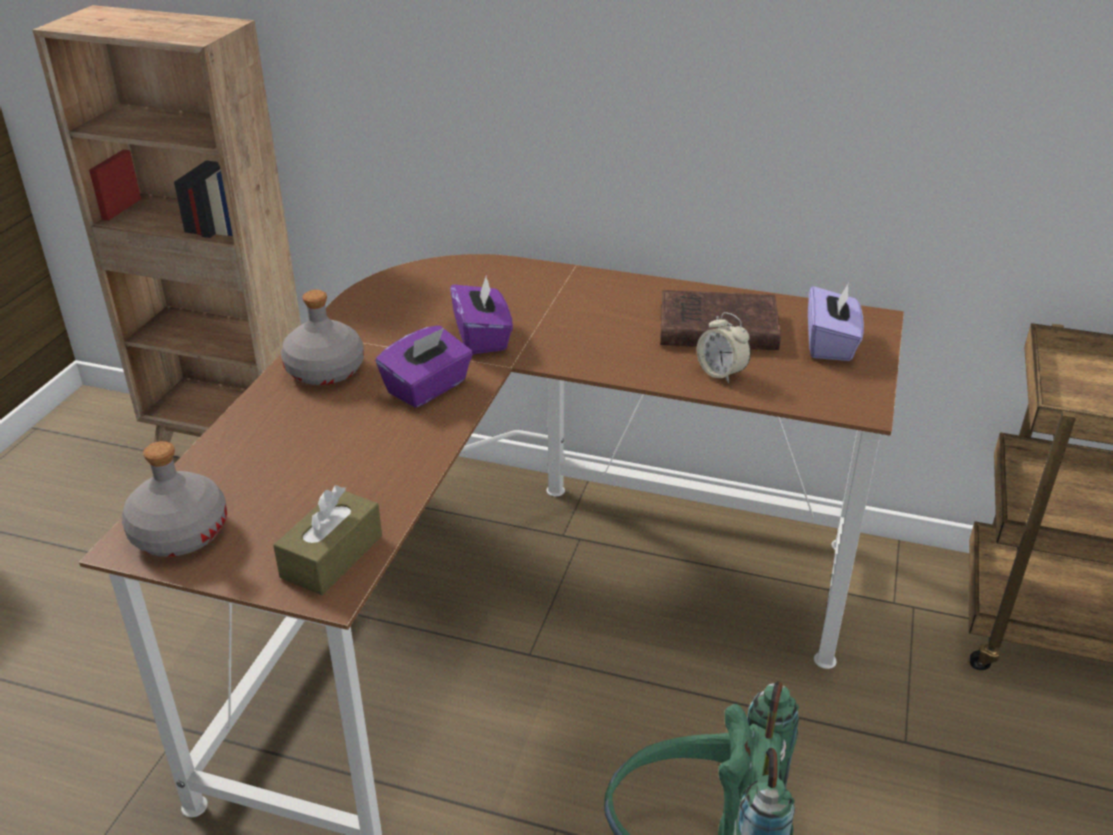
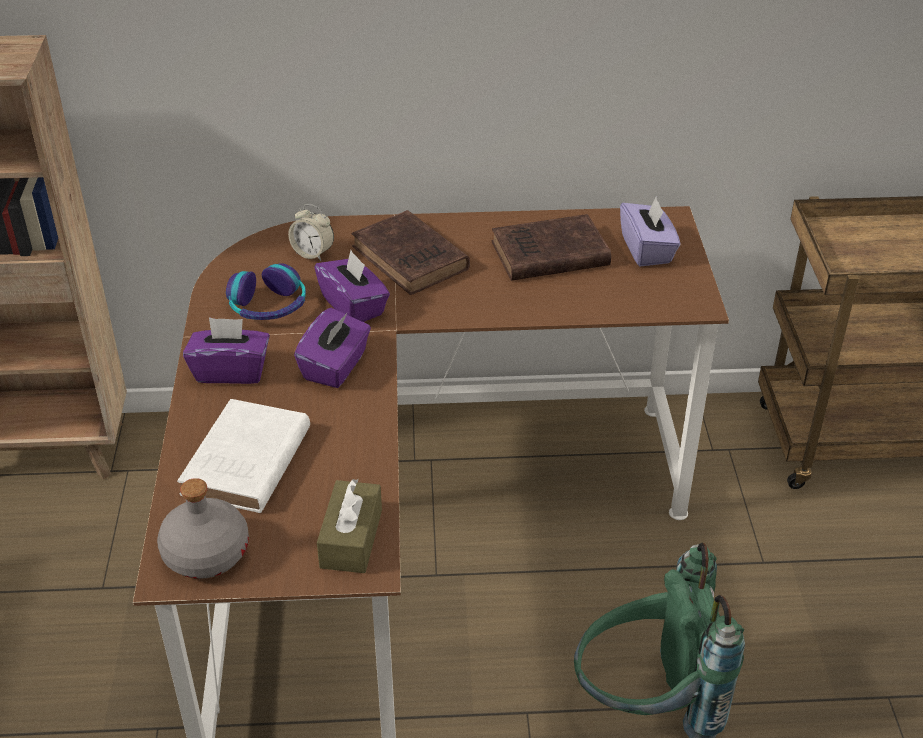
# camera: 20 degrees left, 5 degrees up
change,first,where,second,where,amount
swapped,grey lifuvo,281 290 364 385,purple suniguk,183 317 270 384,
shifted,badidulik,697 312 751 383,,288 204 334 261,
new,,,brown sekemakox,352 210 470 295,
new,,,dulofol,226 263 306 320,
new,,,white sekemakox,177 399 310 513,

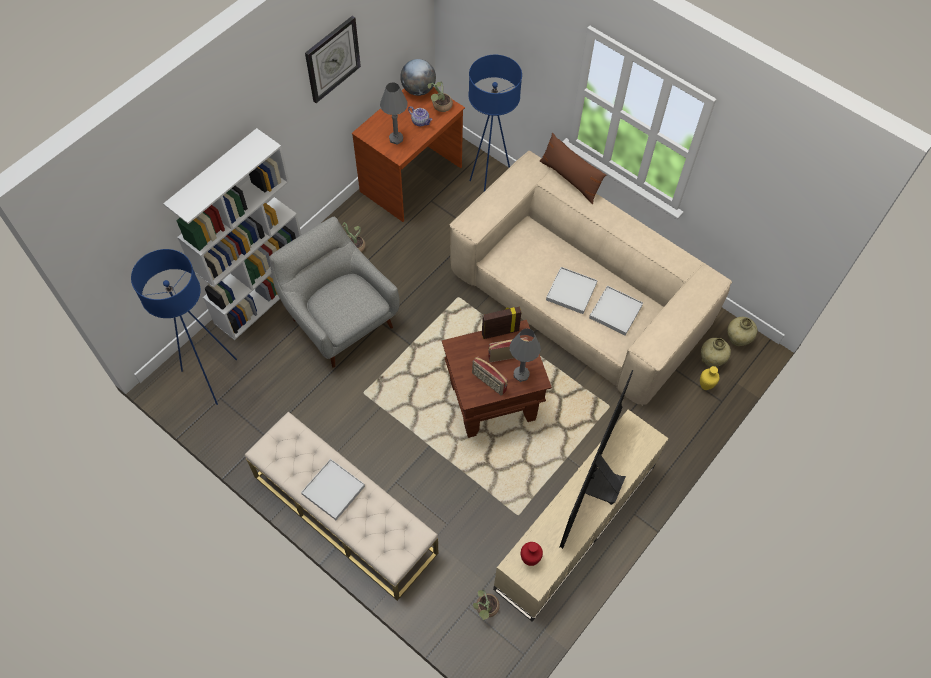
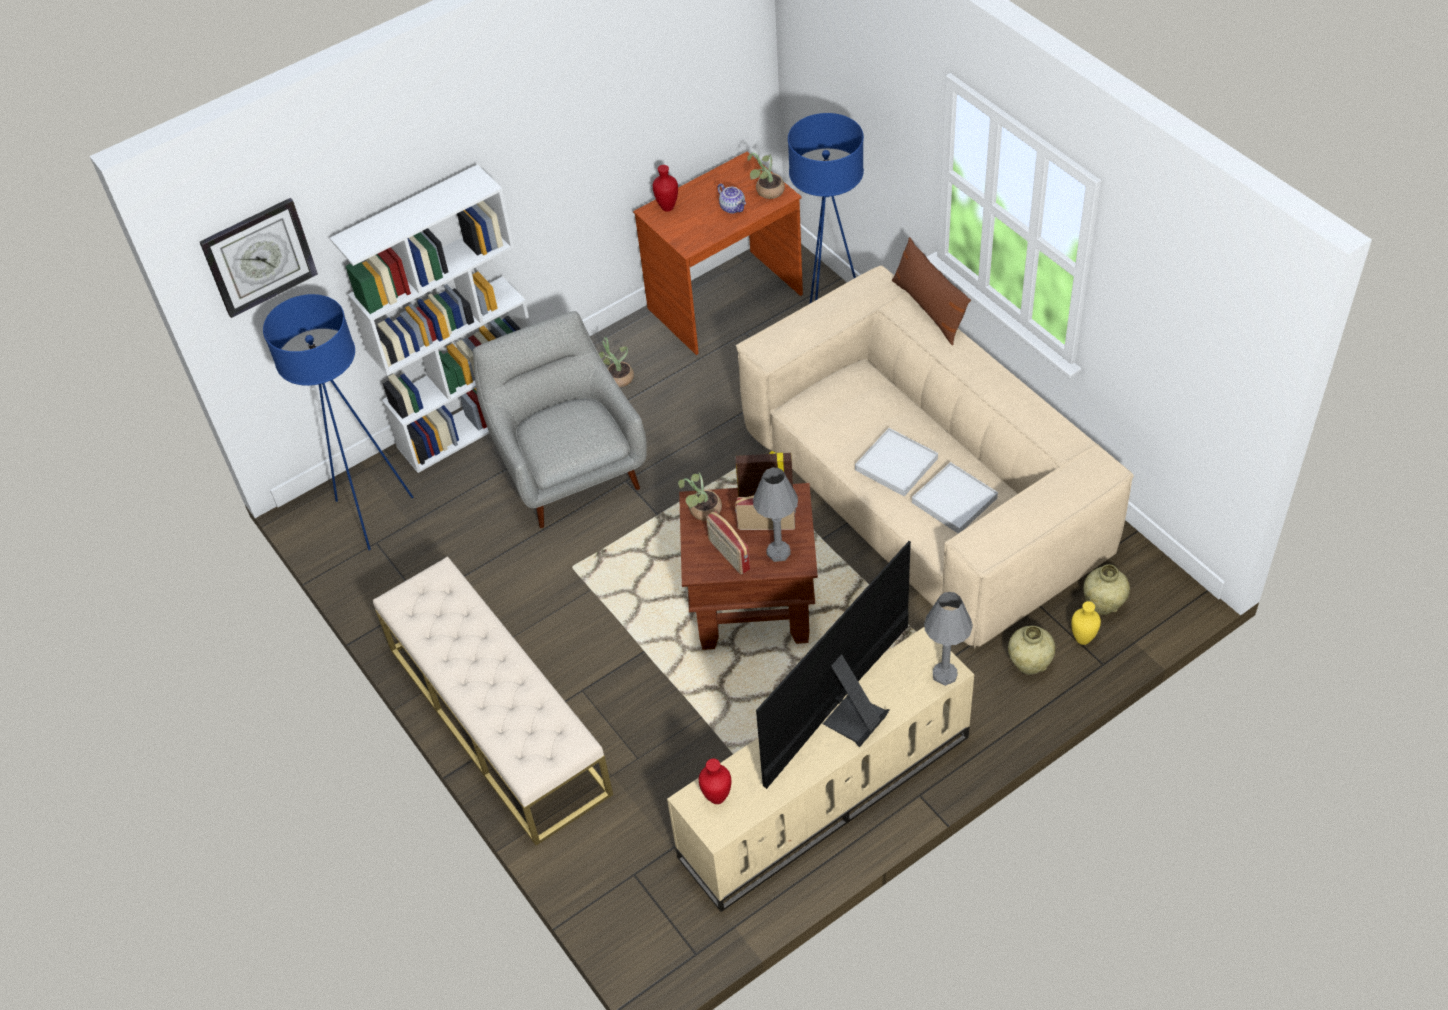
# camera: 20 degrees right, 10 degrees down
change,first,where,second,where,amount
shifted,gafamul,305 16 361 103,,200 198 318 318,
gone,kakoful,400 59 436 96,,,
shifted,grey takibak,380 82 408 145,,924 592 973 686,
shifted,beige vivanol,727 317 757 346,,1008 626 1055 675,
gone,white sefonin,301 459 365 520,,,
shifted,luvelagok,473 590 500 621,,678 472 722 521,
new,,,red vivanol,653 165 678 212,

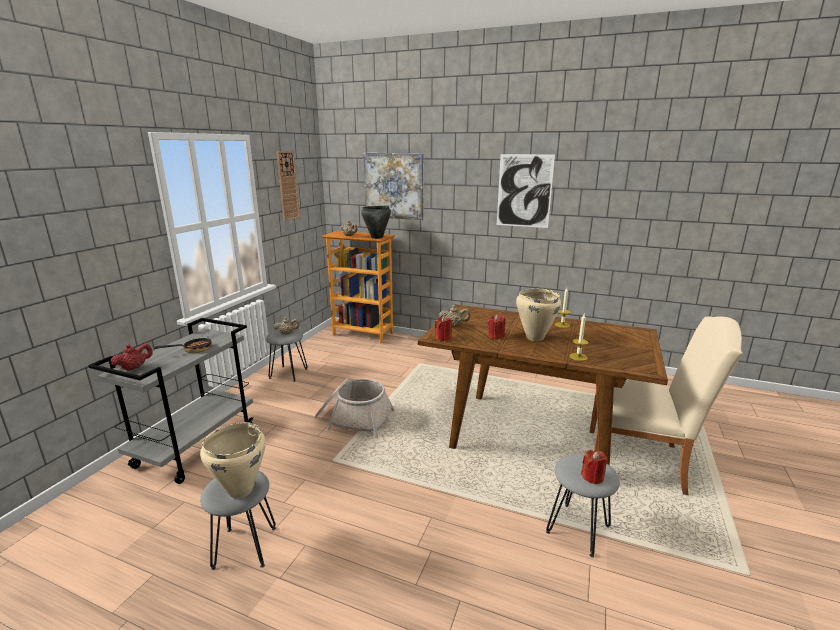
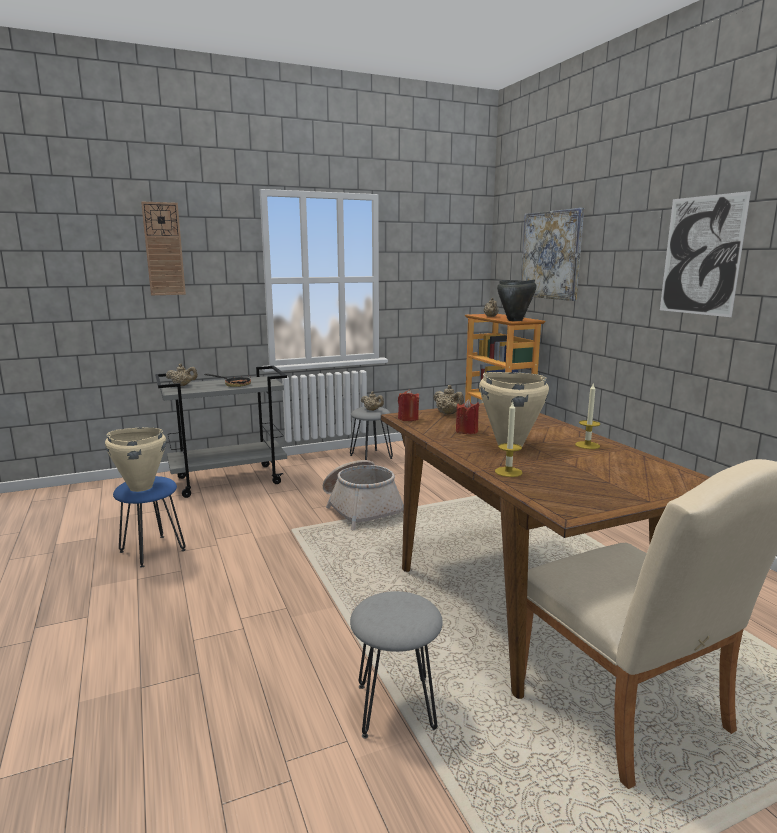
# camera: 45 degrees right, 5 degrees down
change,first,where,second,where,amount
shifted,gafamul,276 151 300 221,,141 201 186 295,
repainted,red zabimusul,110 343 153 371,beige zabimusul,166 364 198 386,
gone,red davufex,581 450 608 484,,,
repainted,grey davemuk,200 471 276 570,blue davemuk,113 476 186 568,

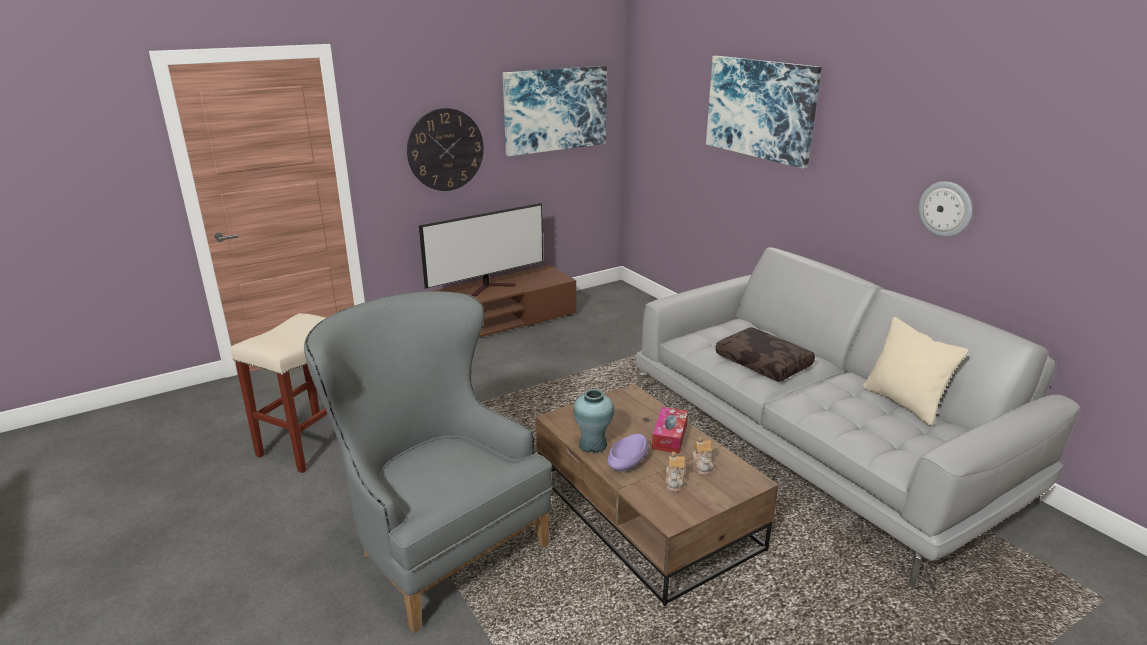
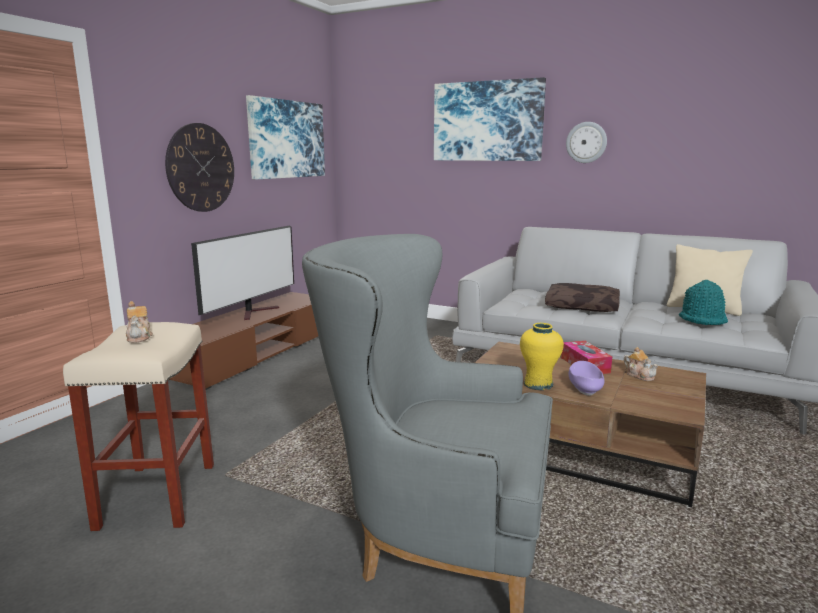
# camera: 30 degrees left, 10 degrees down
change,first,where,second,where,amount
shifted,gafamul,919 181 972 237,,566 122 607 163,
repainted,turquoise vivanol,573 389 614 453,yellow vivanol,520 323 564 391,
shifted,zabimusul,665 452 686 492,,126 301 153 343,
new,,,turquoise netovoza,679 280 728 325,

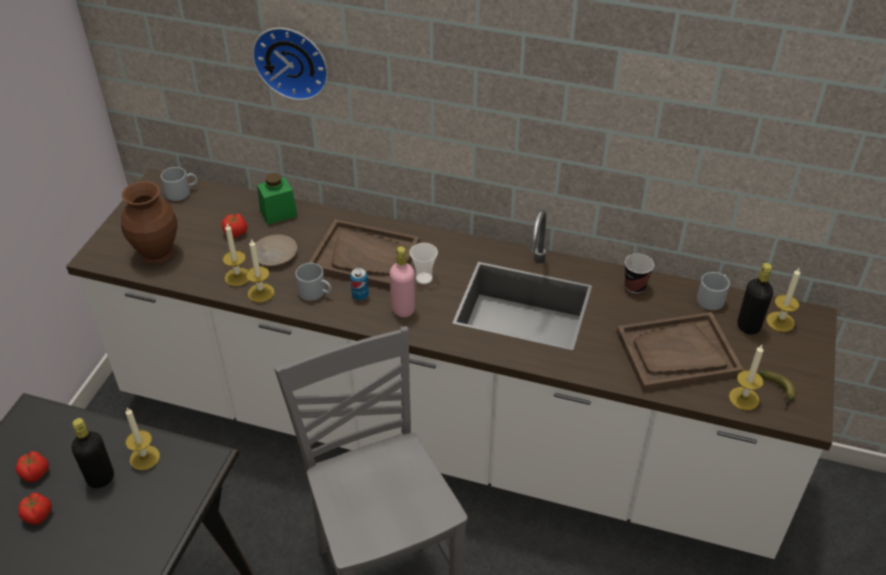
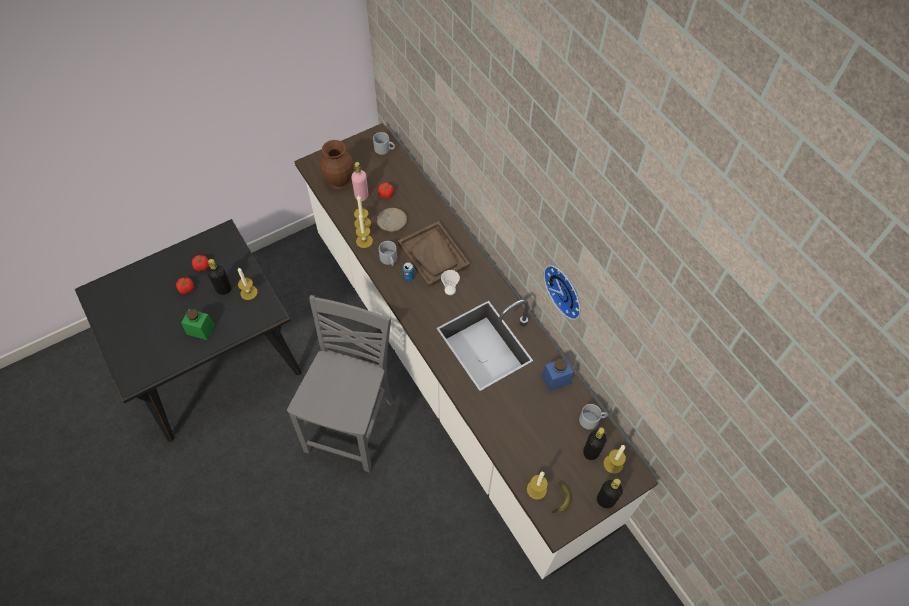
# camera: 40 degrees right, 15 degrees up
change,first,where,second,where,amount
shifted,gafamul,252 28 328 101,,544 265 581 320,
shifted,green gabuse,257 173 298 225,,181 309 215 340,
shifted,pink lifuvo,390 246 415 317,,351 162 368 201,
swapped,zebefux,625 254 654 294,blue gabuse,541 357 574 392,
gone,brown sefonin,617 312 744 392,,,
new,,,black lifuvo,597 478 623 508,

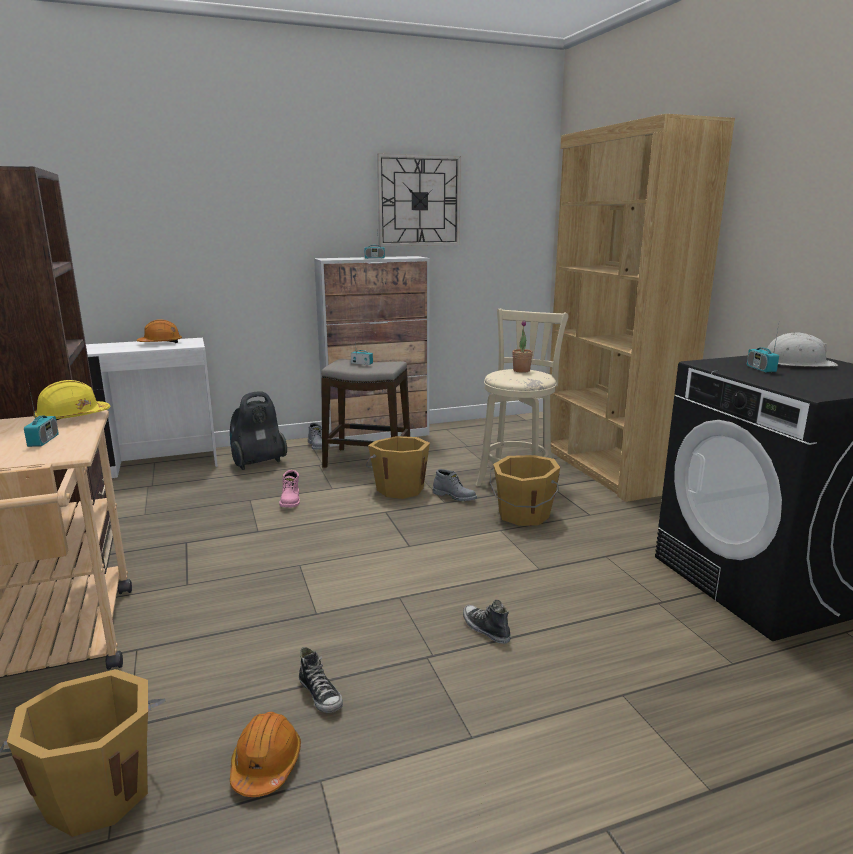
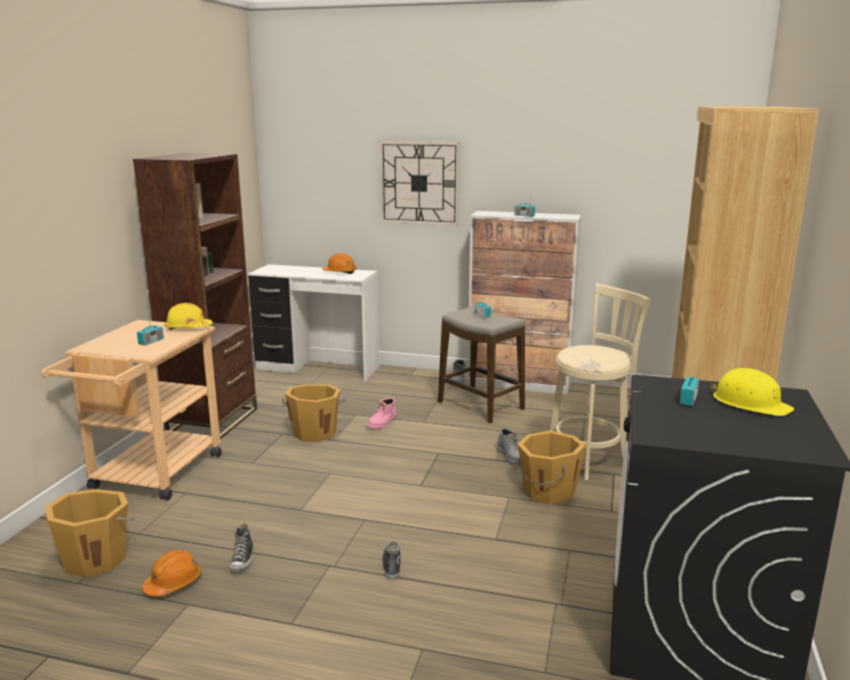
# camera: 35 degrees right, 0 degrees up
change,first,where,second,where,amount
shifted,gafamul,377 153 461 246,,379 141 460 226,
gone,luvelagok,512 321 533 373,,,
repainted,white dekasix,766 332 838 367,yellow dekasix,711 368 794 416,
gone,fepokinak,230 391 287 470,,,
shifted,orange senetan,366 436 430 499,,282 384 346 442,

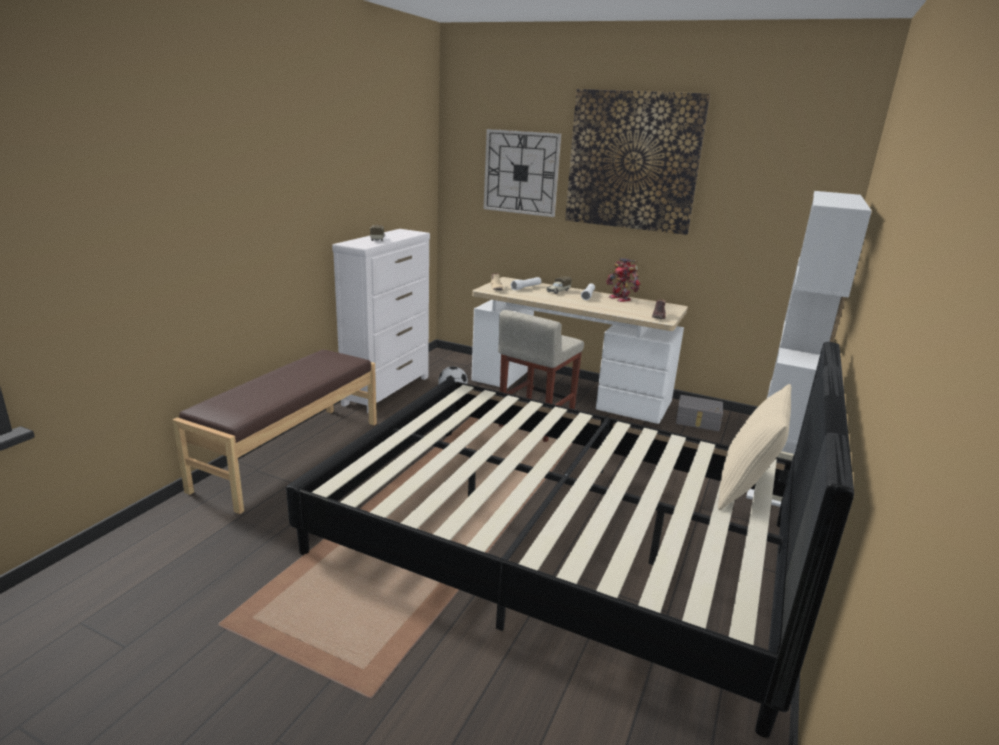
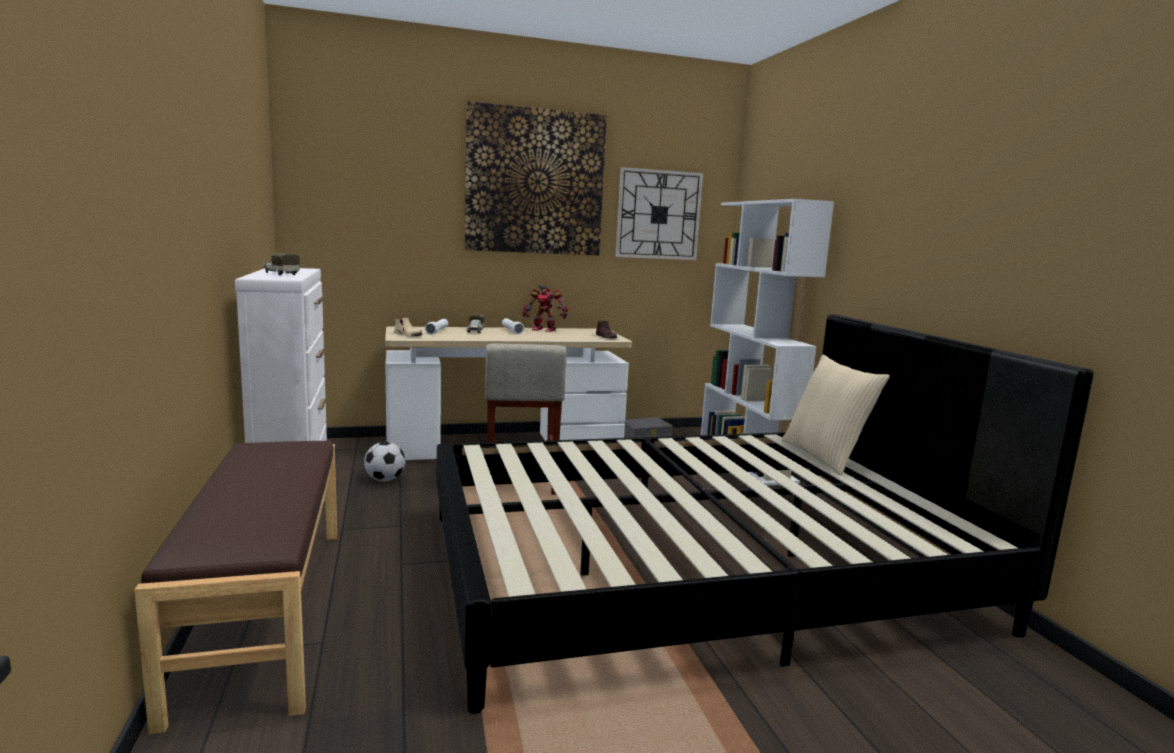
# camera: 40 degrees left, 10 degrees down
change,first,where,second,where,amount
shifted,gafamul,484 129 561 217,,615 167 703 260,

